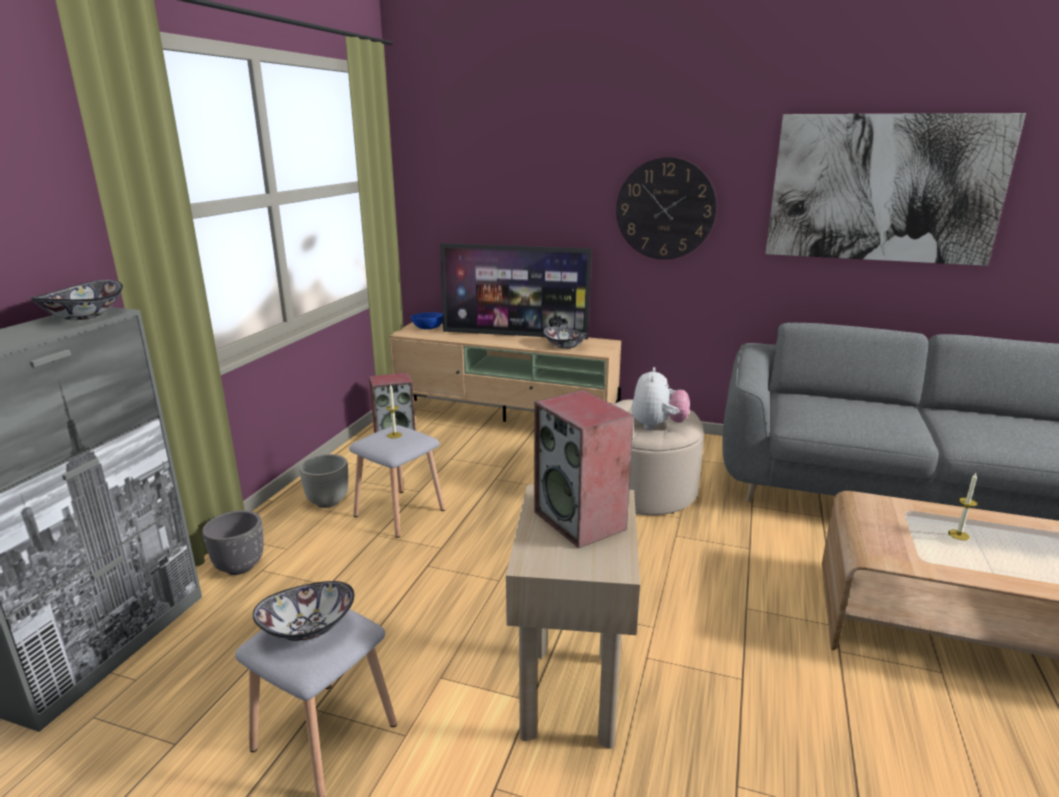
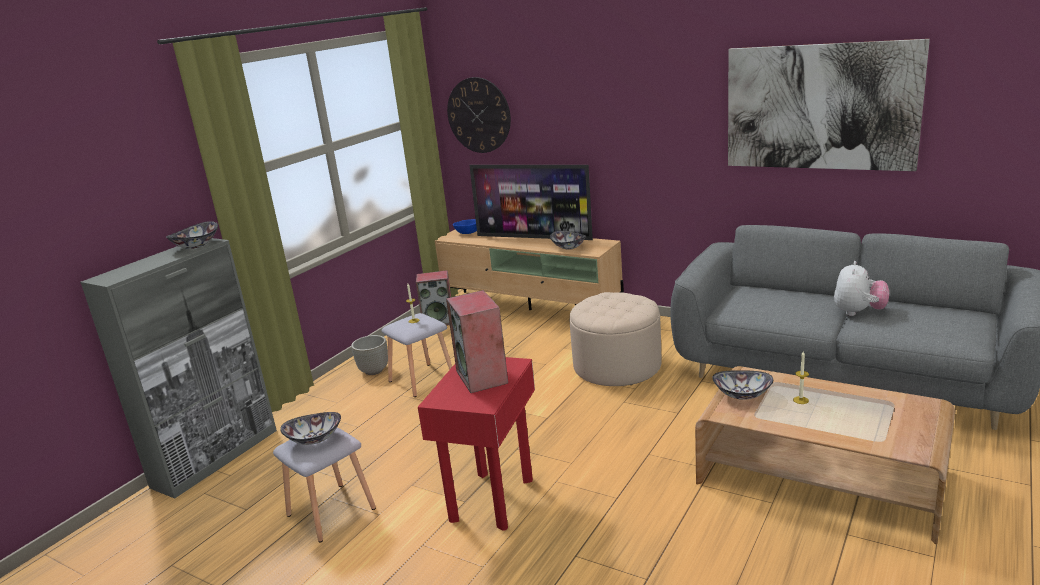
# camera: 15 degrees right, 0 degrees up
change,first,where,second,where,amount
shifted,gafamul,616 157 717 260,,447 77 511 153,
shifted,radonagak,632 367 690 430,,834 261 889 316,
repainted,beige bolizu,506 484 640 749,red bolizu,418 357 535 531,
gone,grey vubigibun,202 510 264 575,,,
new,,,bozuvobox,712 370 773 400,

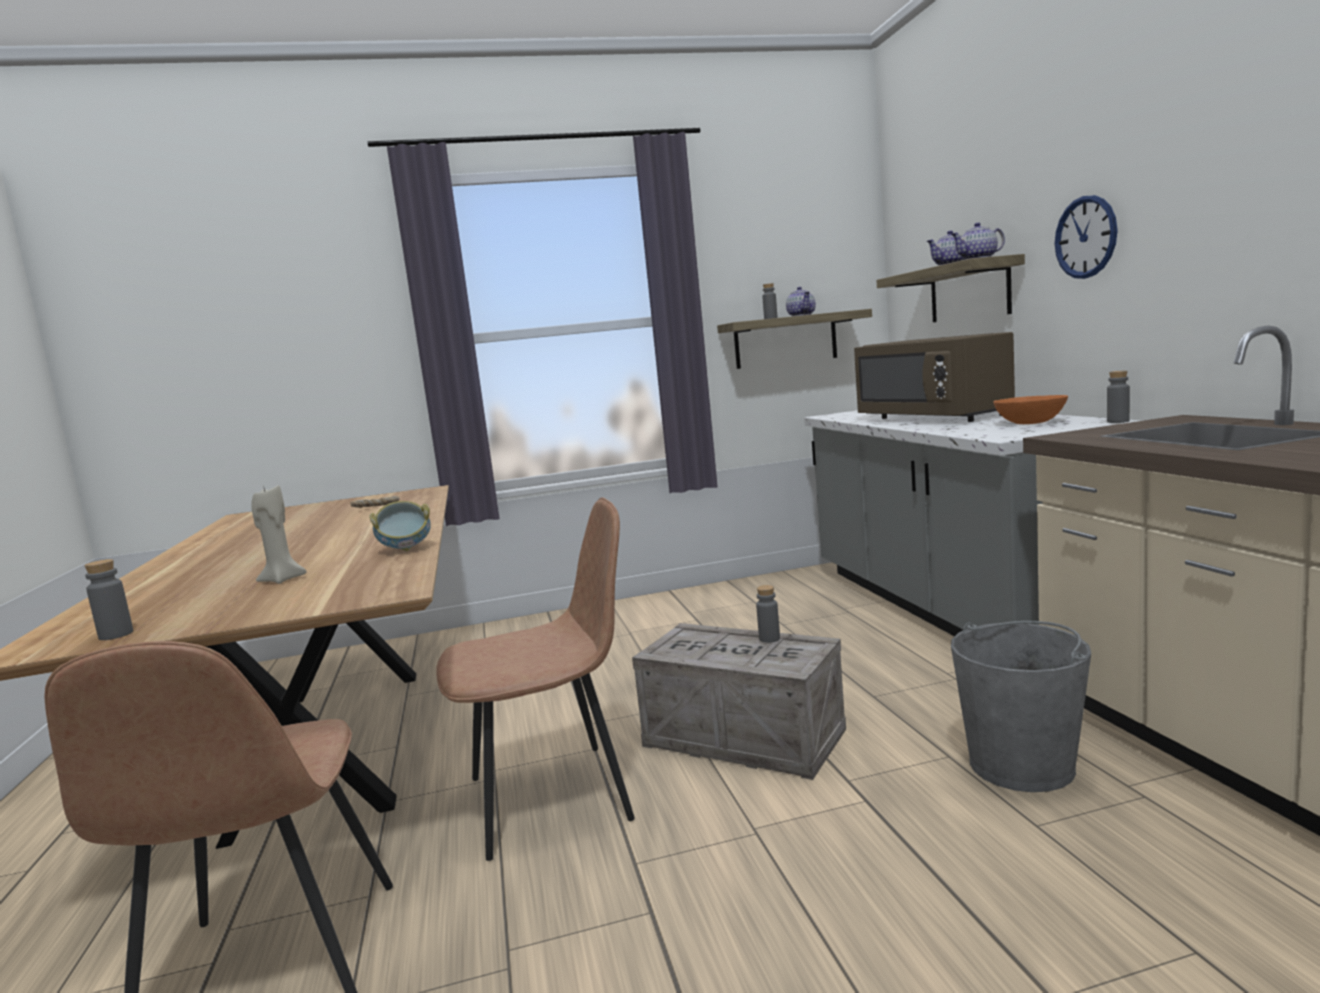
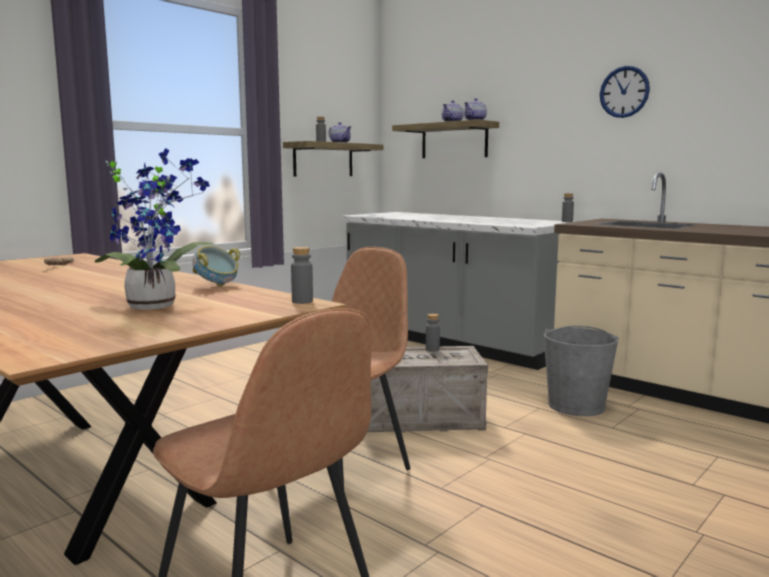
# camera: 35 degrees left, 0 degrees up
change,first,where,second,where,amount
shifted,gafamul,1055 195 1118 279,,600 66 650 118,
gone,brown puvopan,854 332 1015 422,,,
gone,orange bozuvobox,993 395 1068 424,,,
swapped,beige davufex,251 485 307 584,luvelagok,95 148 215 310,
shifted,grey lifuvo,84 559 133 640,,291 247 313 304,

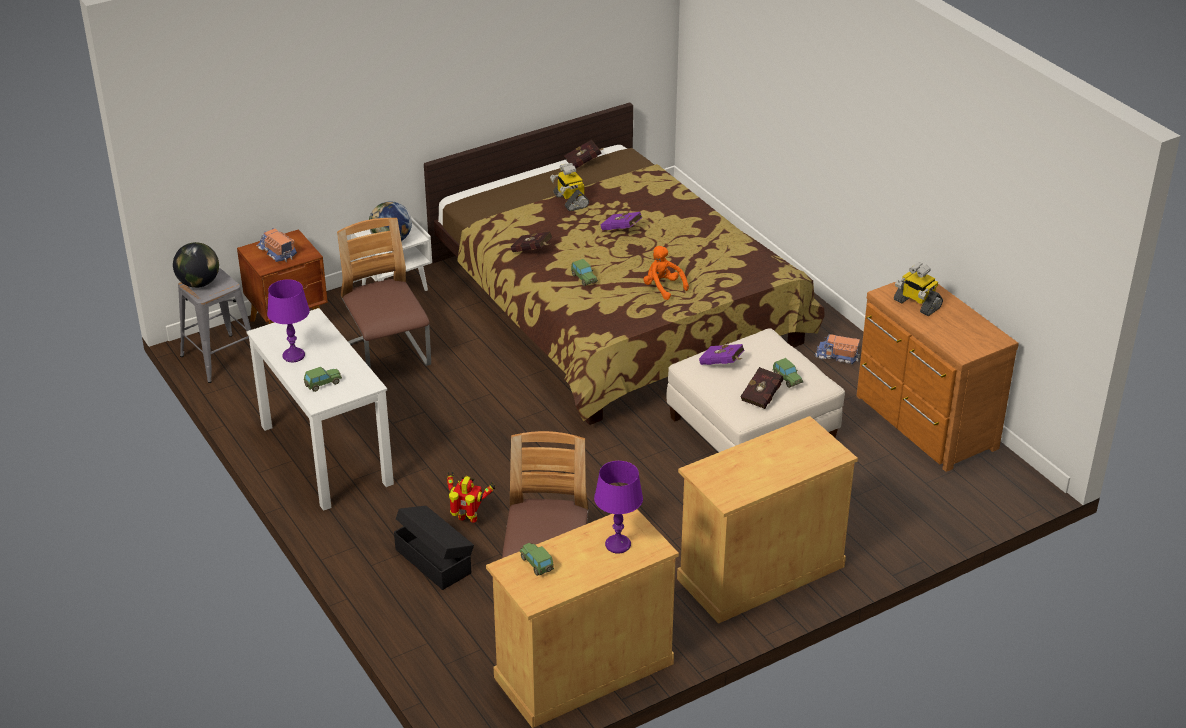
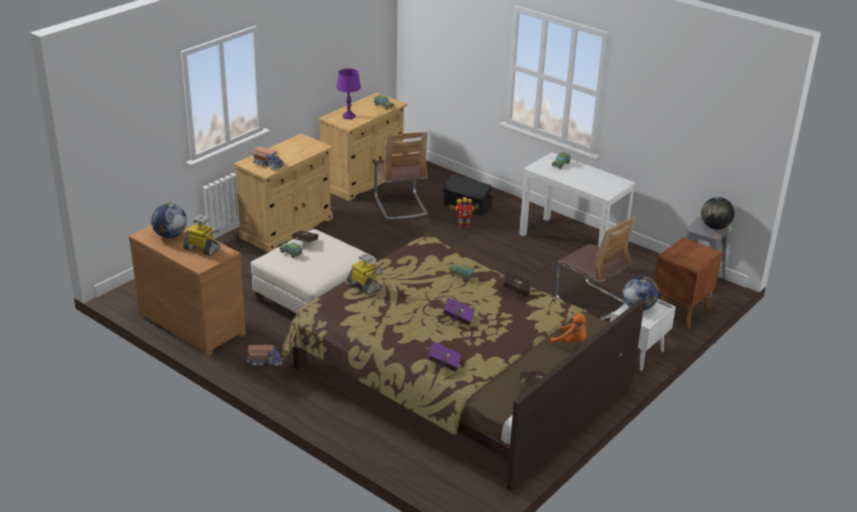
# camera: 160 degrees right, 5 degrees down
change,first,where,second,where,amount
shifted,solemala,550 163 589 211,,347 253 383 295,
shifted,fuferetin,256 228 297 262,,253 146 284 170,
shifted,orange radonagak,643 246 689 300,,550 313 587 344,
gone,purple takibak,267 279 310 362,,,
shifted,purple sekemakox,699 344 745 365,,426 342 461 372,
new,,,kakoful,150 203 187 238,

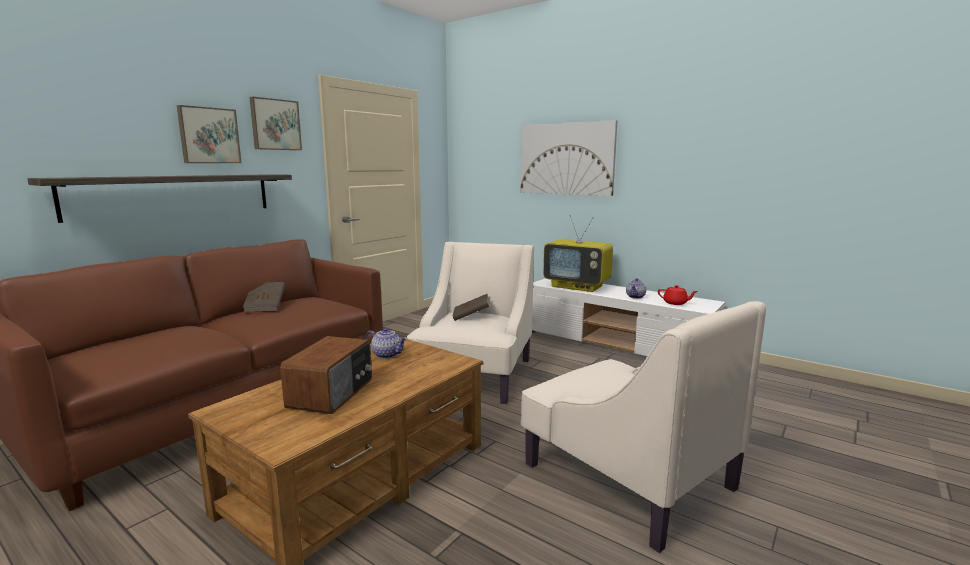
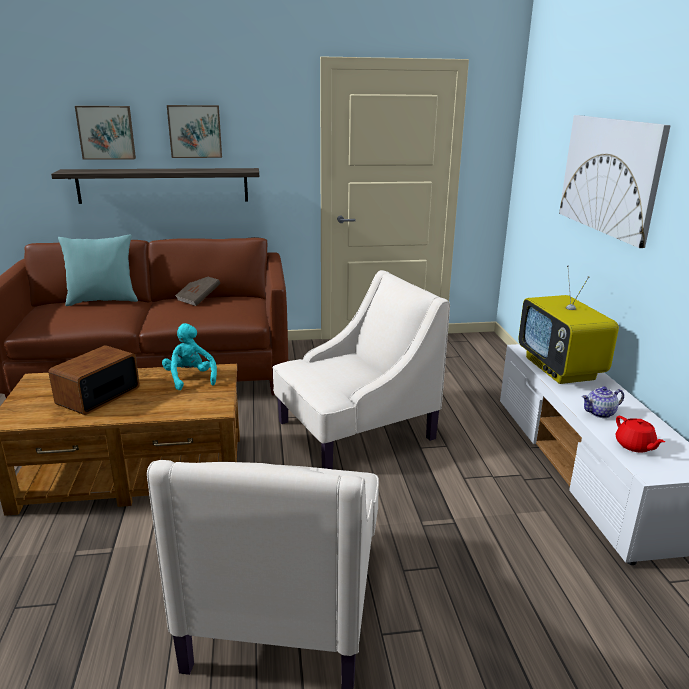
# camera: 45 degrees right, 10 degrees up
change,first,where,second,where,amount
shifted,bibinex,249 97 302 150,,75 106 136 160,
gone,brown sekemakox,452 294 490 321,,,
swapped,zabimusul,366 328 407 359,turquoise radonagak,162 323 217 390,
rotated,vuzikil,280 336 372 414,,48 345 140 415,150 degrees clockwise
new,,,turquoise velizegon,58 235 138 306,

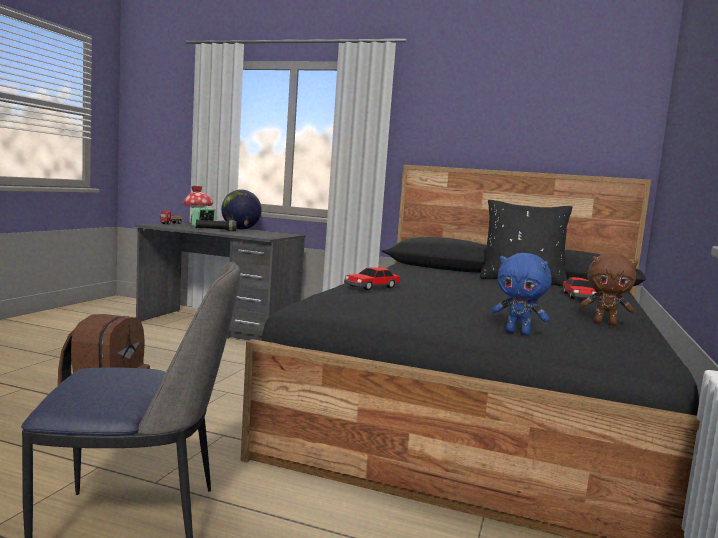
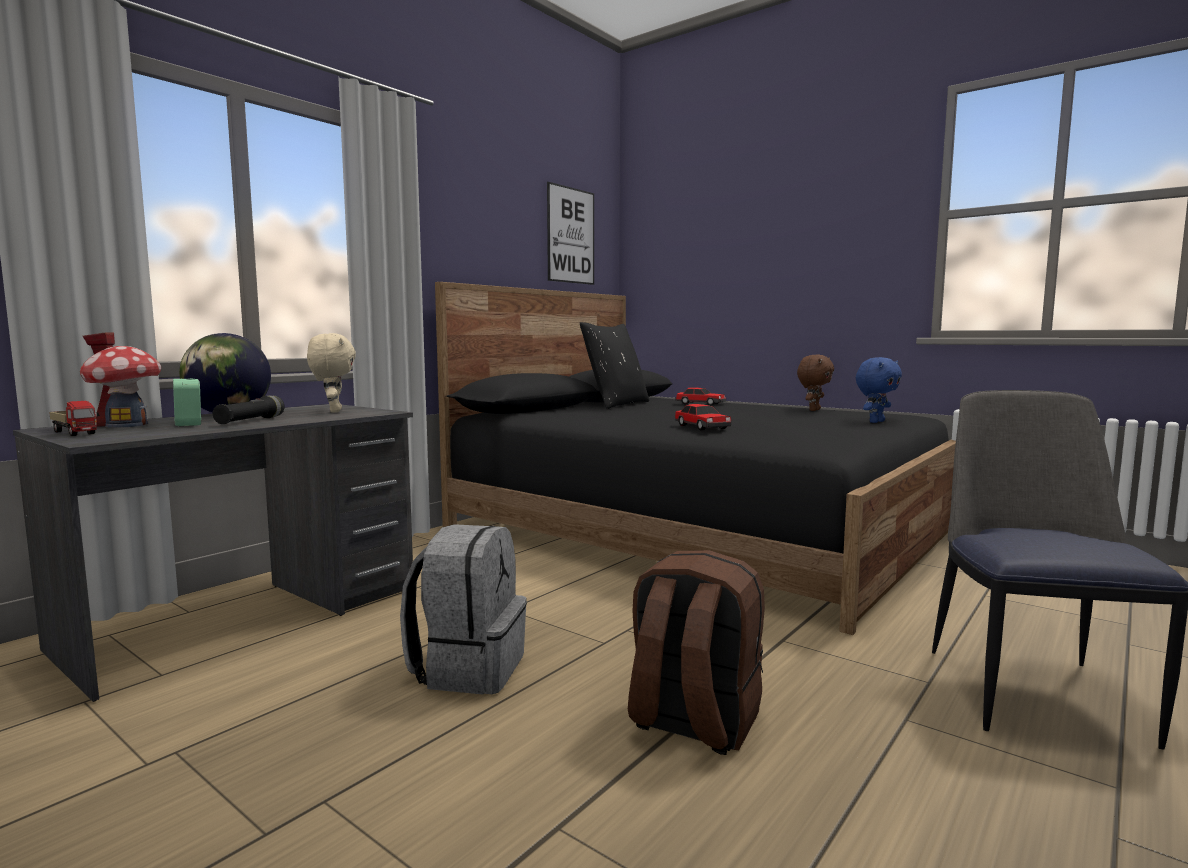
# camera: 70 degrees left, 0 degrees up
change,first,where,second,where,amount
new,,,bibinex,547 182 594 285,
new,,,beige radonagak,307 333 356 413,
new,,,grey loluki,400 524 527 695,

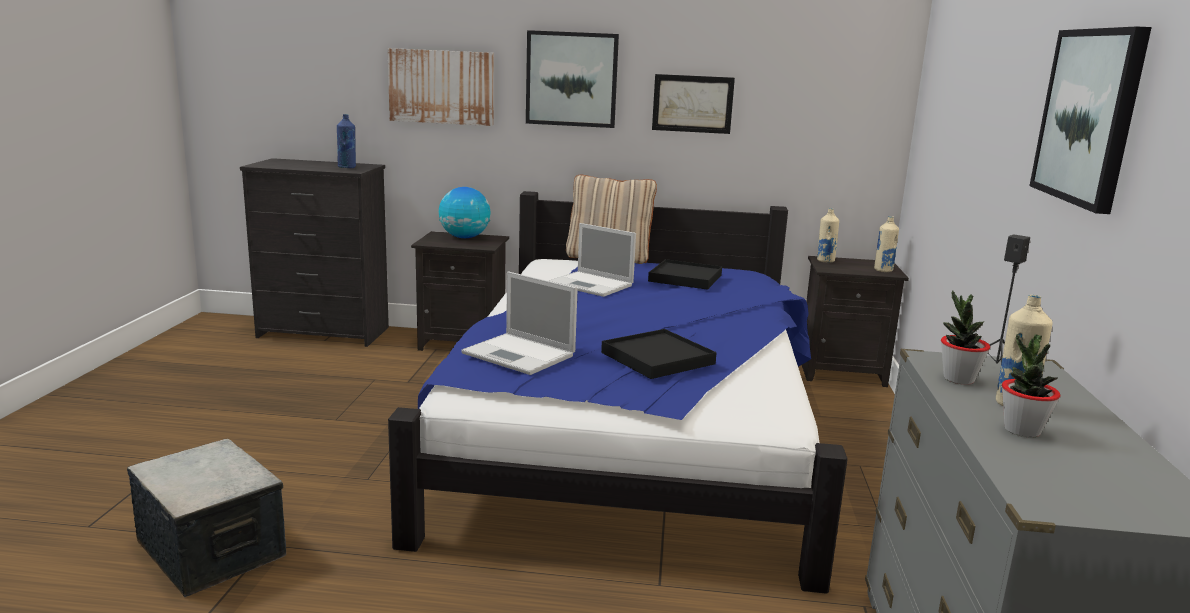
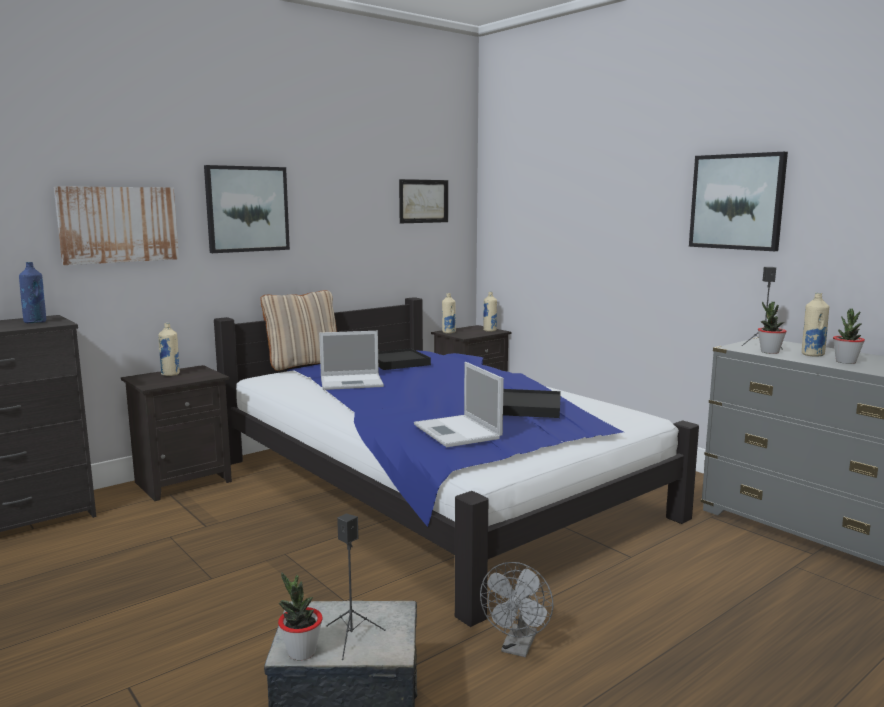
# camera: 45 degrees left, 5 degrees down
change,first,where,second,where,amount
shifted,bibinex,652 74 735 134,,399 179 448 223,
swapped,kakoful,439 187 491 238,beige lifuvo,158 323 180 376,
rotated,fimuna,461 271 578 375,,414 362 504 447,75 degrees clockwise
new,,,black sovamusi,327 514 386 660,
new,,,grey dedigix,480 562 553 657,
new,,,luvelagok,278 572 323 660,

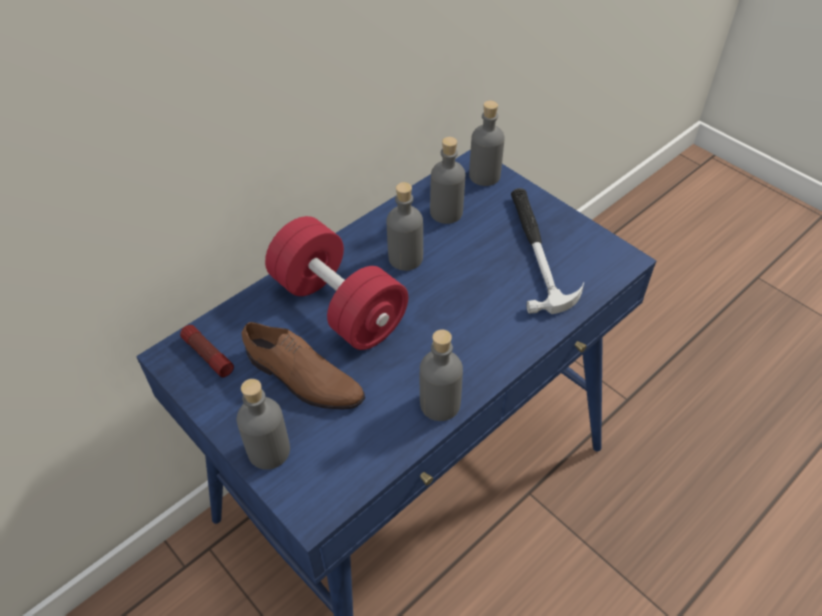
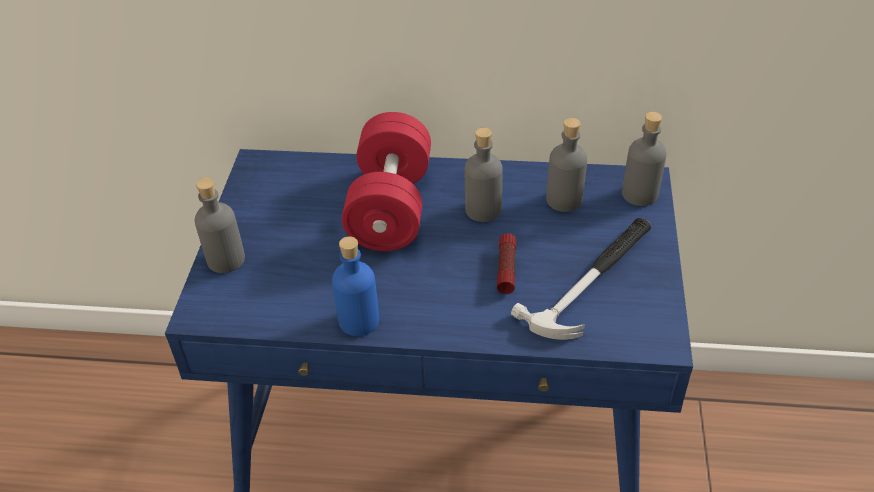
# camera: 50 degrees right, 5 degrees down
change,first,where,second,where,amount
gone,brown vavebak,242 322 365 410,,,
shifted,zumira,180 325 234 377,,497 233 516 294,
repainted,grey lifuvo,420 329 463 421,blue lifuvo,332 236 379 336,

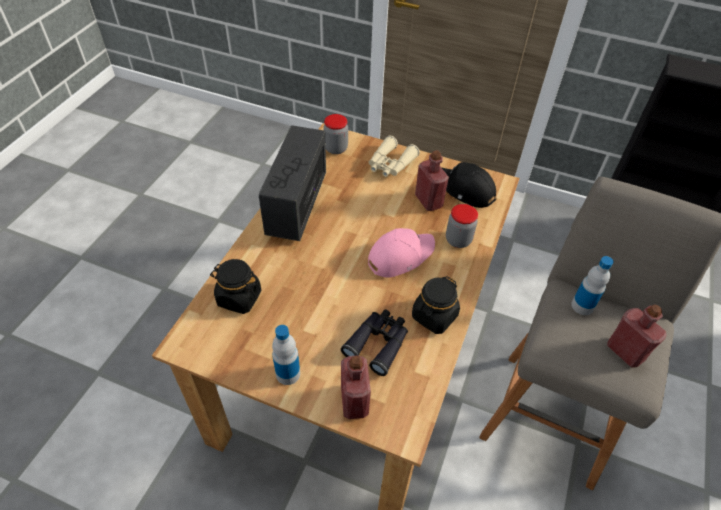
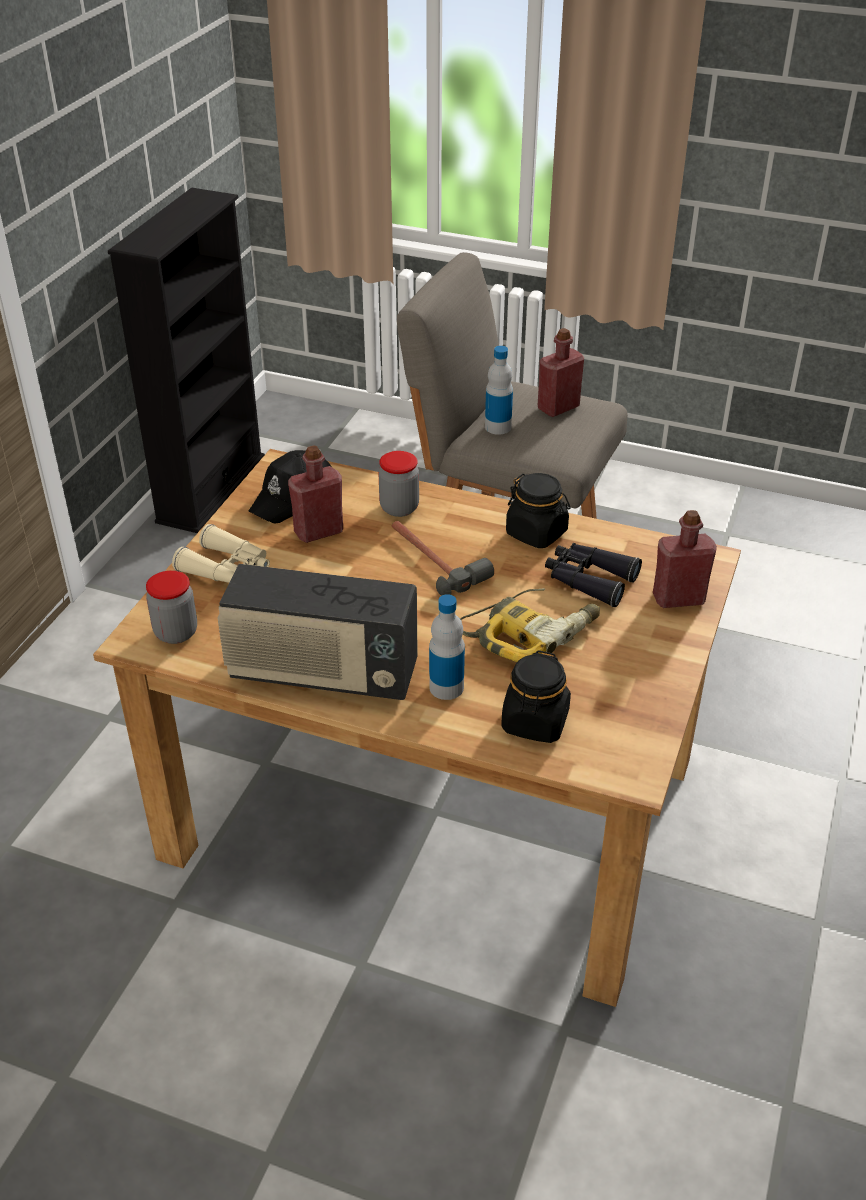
# camera: 90 degrees left, 10 degrees down
change,first,where,second,where,amount
swapped,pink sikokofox,368 228 435 278,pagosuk,392 521 494 596,
shifted,lifuvo,272 325 300 385,,429 594 465 700,
new,,,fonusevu,460 588 600 662,

